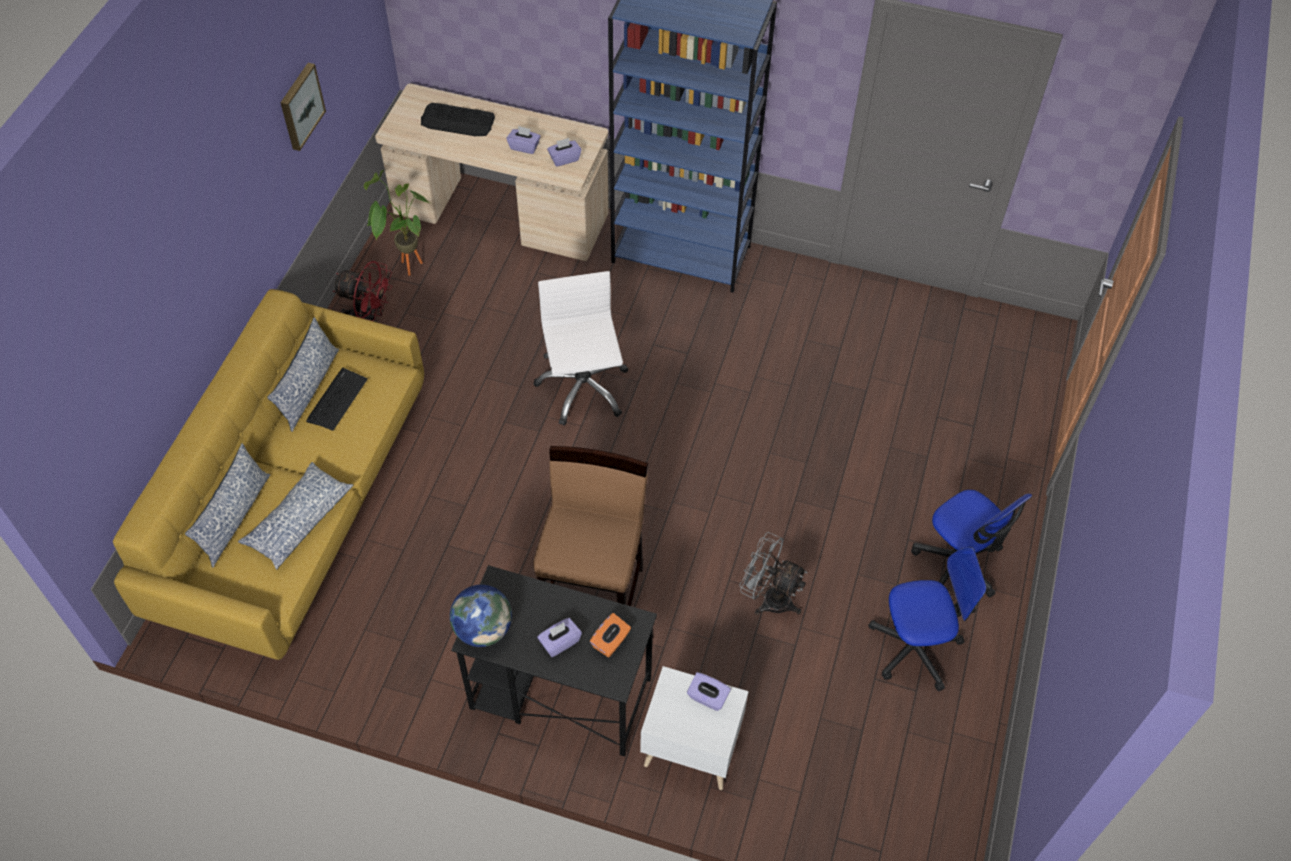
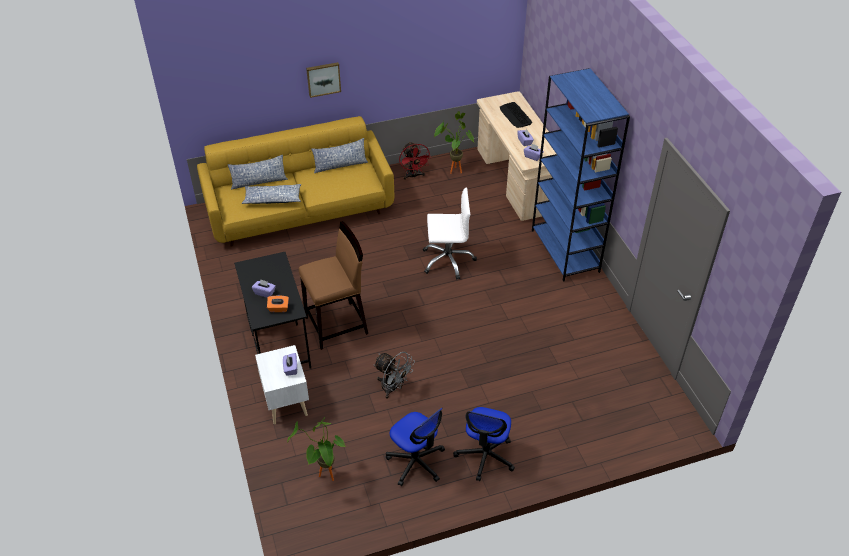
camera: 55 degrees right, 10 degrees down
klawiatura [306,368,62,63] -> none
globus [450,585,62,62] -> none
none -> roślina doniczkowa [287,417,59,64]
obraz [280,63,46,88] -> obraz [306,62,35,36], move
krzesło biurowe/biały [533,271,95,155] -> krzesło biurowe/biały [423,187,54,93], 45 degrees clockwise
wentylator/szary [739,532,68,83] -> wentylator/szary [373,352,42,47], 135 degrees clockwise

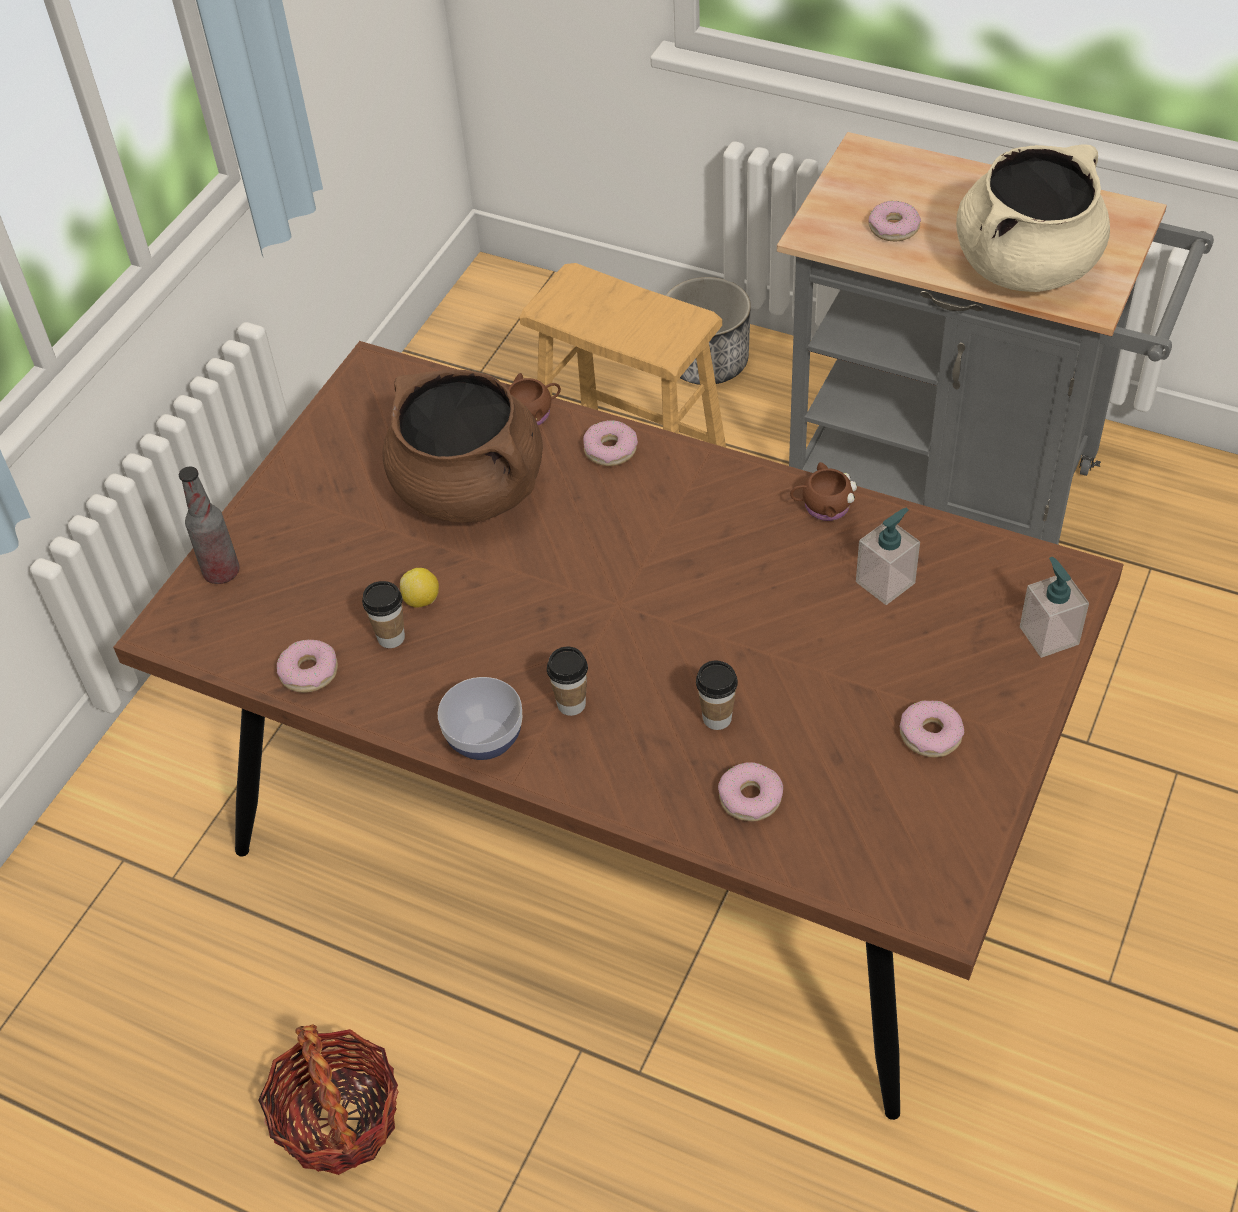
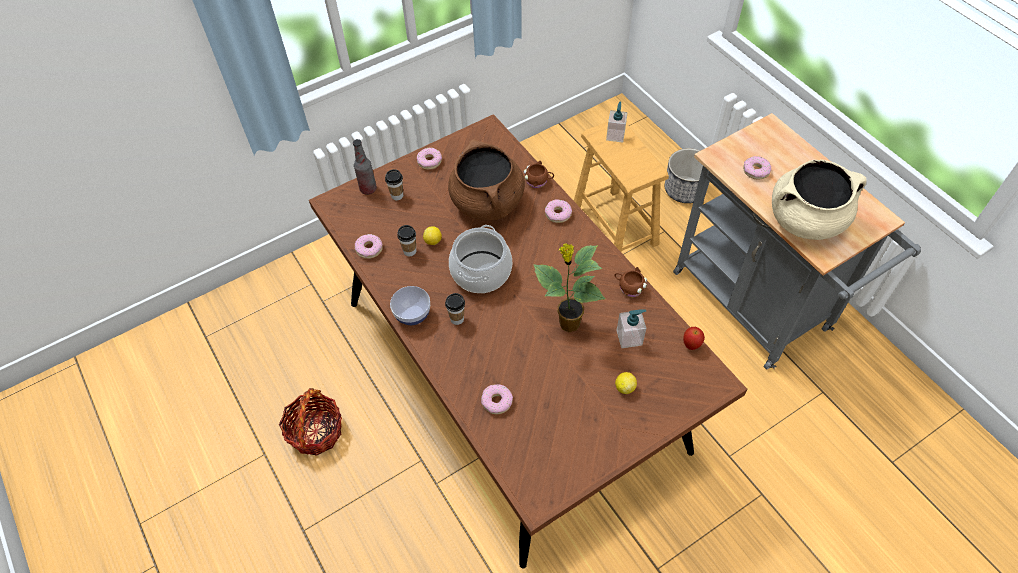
camera: 30 degrees right, 5 degrees up
none -> garnek [449,225,63,68]
none -> roślina doniczkowa [533,243,73,89]
none -> cytryna [615,372,22,22]
none -> jabłko [683,327,22,23]
filiżanka [696,661,42,69] -> filiżanka [385,169,18,31], move
donut [899,700,65,57] -> donut [417,148,25,22], move
dozownik mydła [1020,557,69,101] -> dozownik mydła [606,101,22,42], move

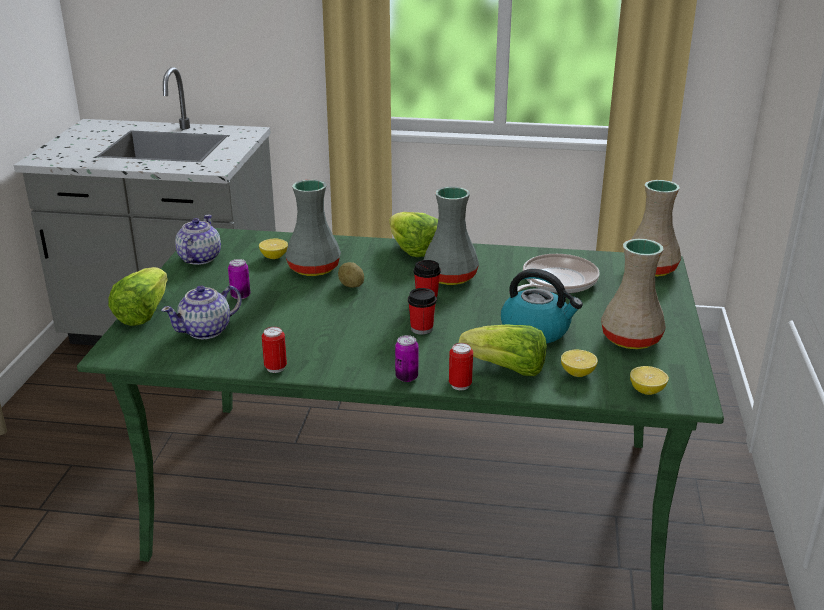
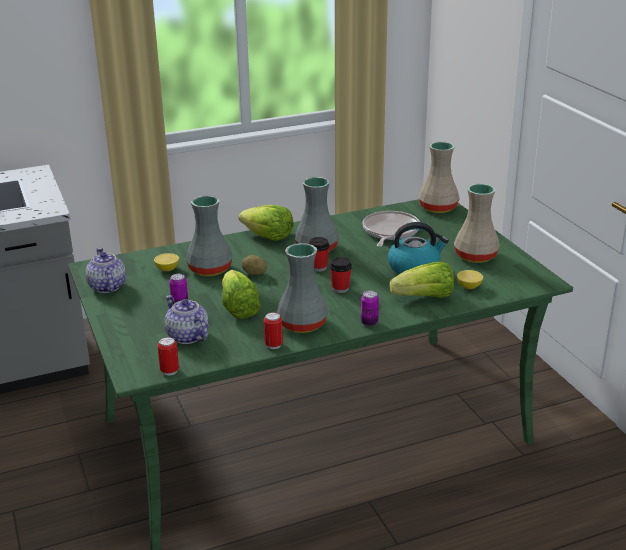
camera: 30 degrees left, 0 degrees up
cytryna [630,366,39,29] -> none
none -> wazon/szary [277,243,51,90]
sałata [108,267,60,59] -> sałata [222,270,38,49], move
puszka [449,343,24,47] -> puszka [158,337,21,39], move
imbryk [161,285,81,55] -> imbryk [165,295,44,49], 120 degrees clockwise

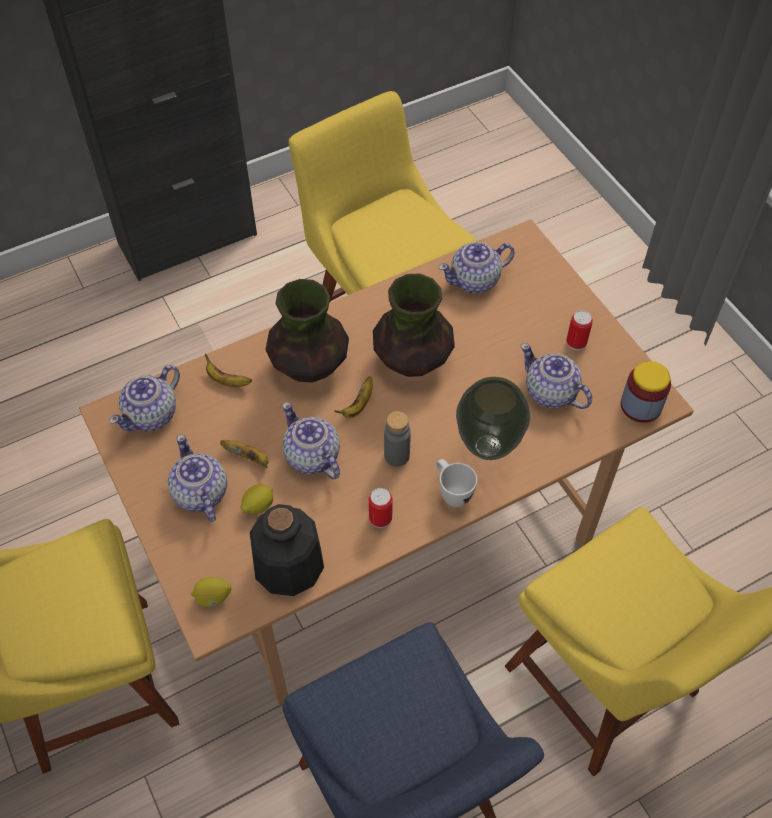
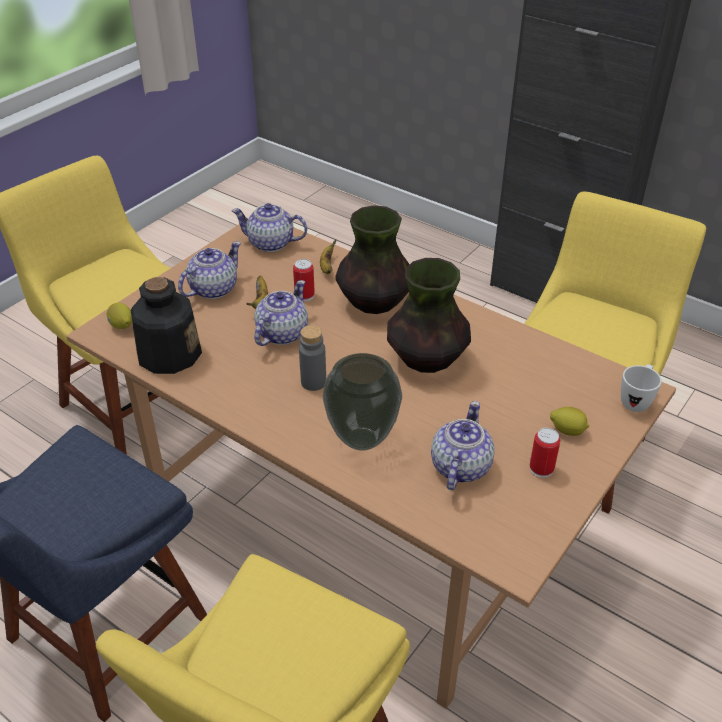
camera: 65 degrees right, 15 degrees down
banan [334,377,39,41] -> none
imbryk [438,242,77,51] -> none
słoik [621,361,50,61] -> none
cytryna [241,484,32,30] -> cytryna [550,407,39,29], move
puszka [369,488,24,40] -> puszka [293,259,22,43], move
kubek/biały [436,459,41,48] -> kubek/biały [621,364,41,48], move

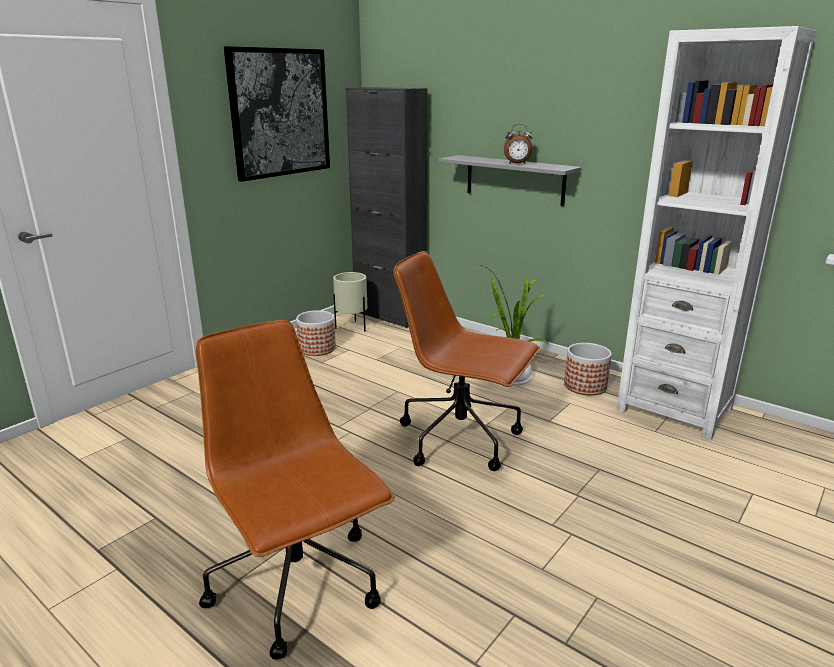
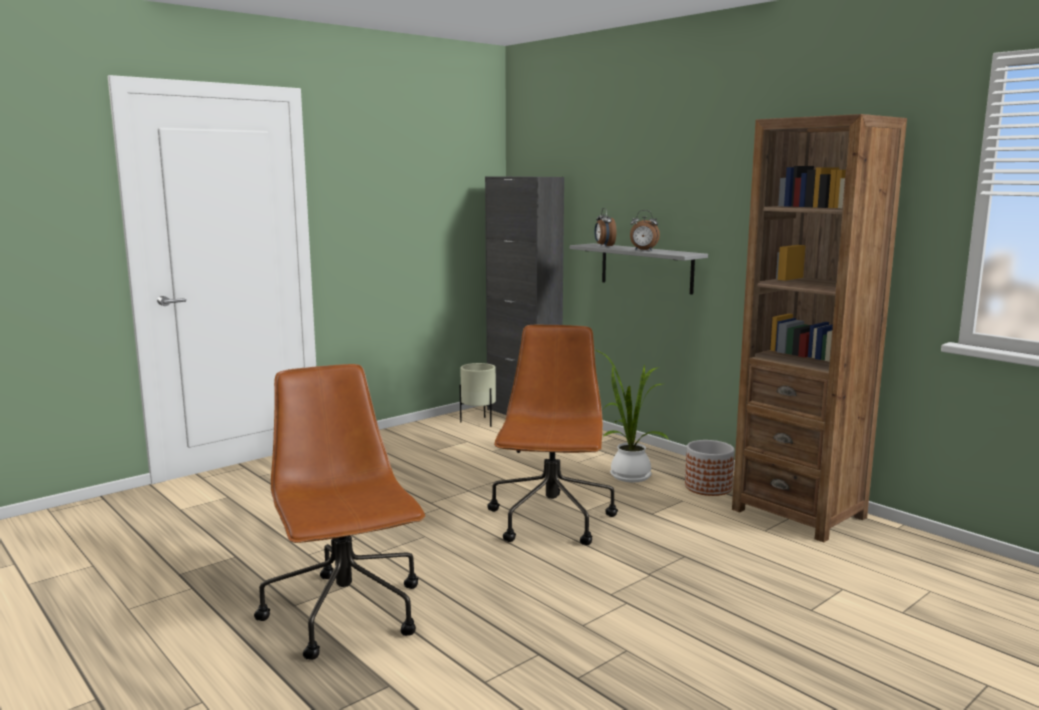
camera: 10 degrees right, 10 degrees down
obraz [224,46,106,136] -> none
donica [296,310,40,46] -> none
none -> budzik [594,208,23,38]
regał/biały [617,26,199,414] -> regał/brązowy [732,114,175,428]
krzesło biurowe/brązowy [393,251,147,220] -> krzesło biurowe/brązowy [487,325,131,220], 60 degrees clockwise

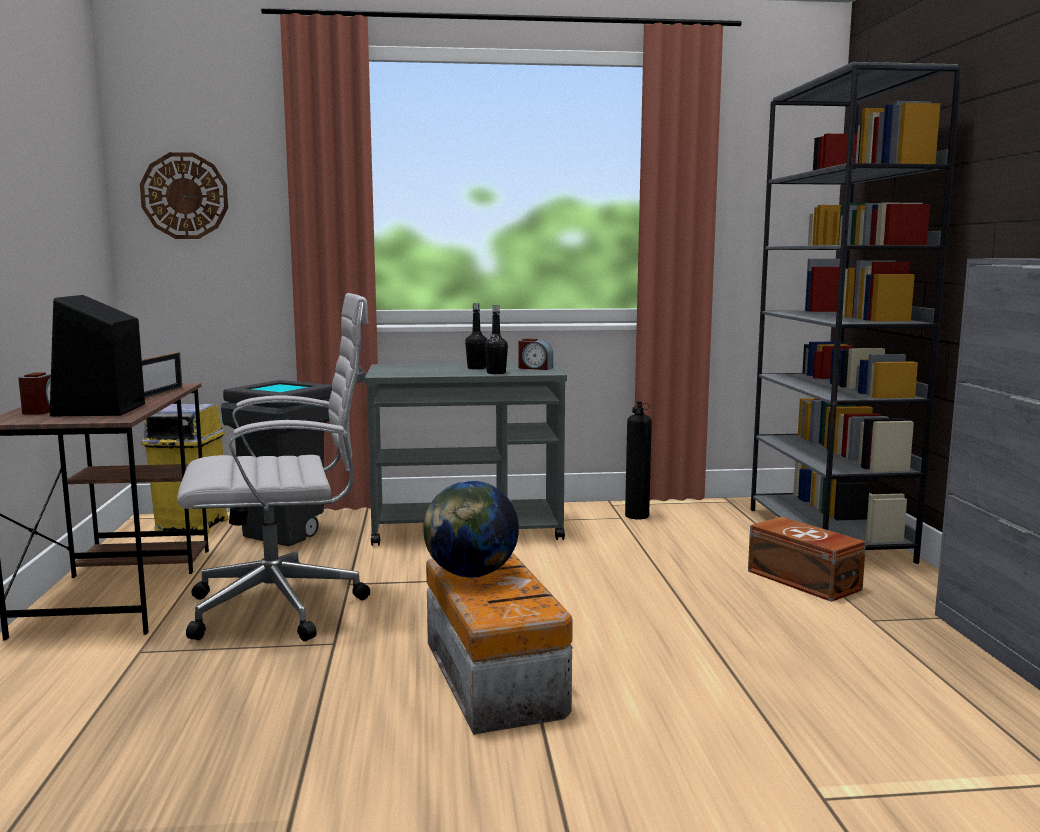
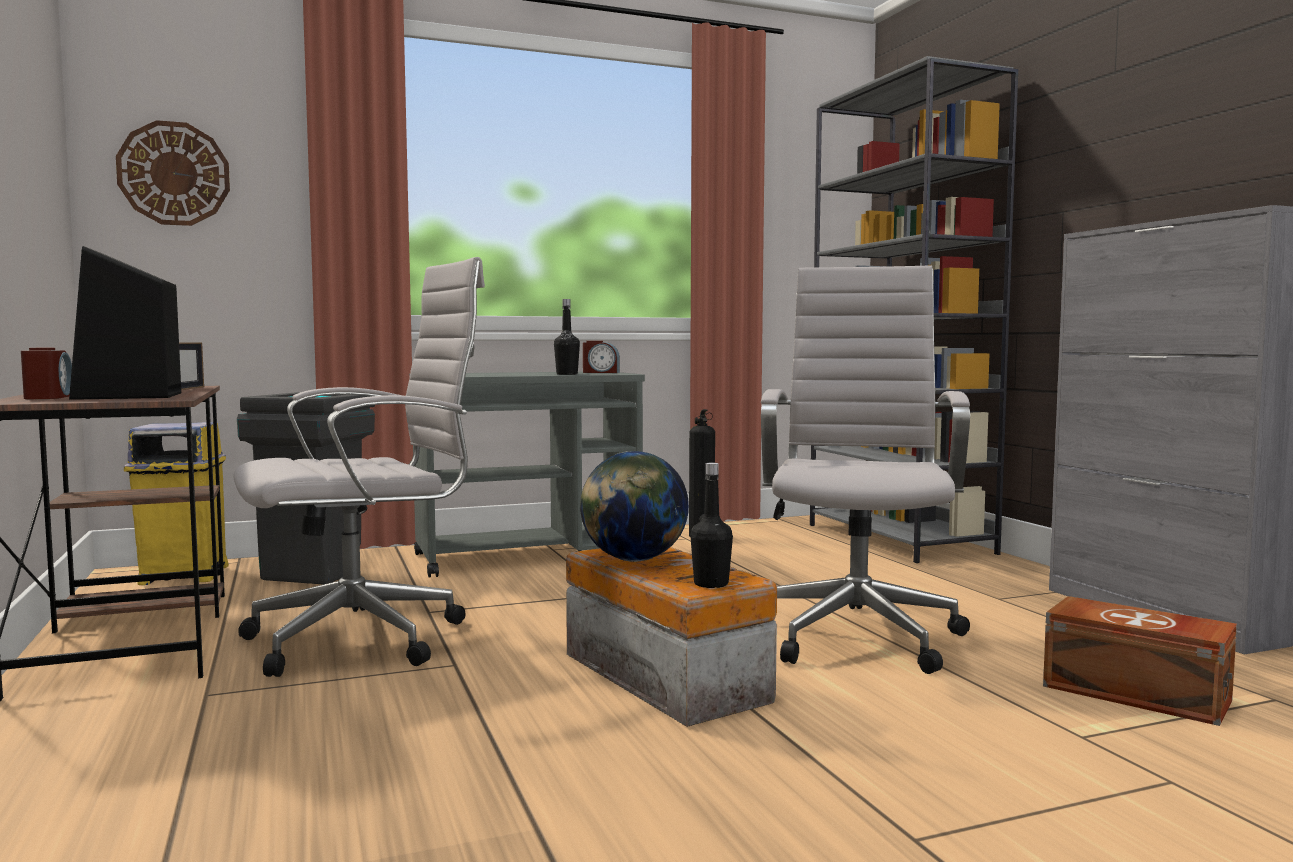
camera: 15 degrees left, 5 degrees down
none -> krzesło biurowe/biały [761,266,209,408]
butelka/czarny [465,303,22,67] -> butelka/czarny [690,463,43,125], move
pojemnik do przechowywania/brązowy [748,517,118,85] -> pojemnik do przechowywania/brązowy [1043,596,194,130], move

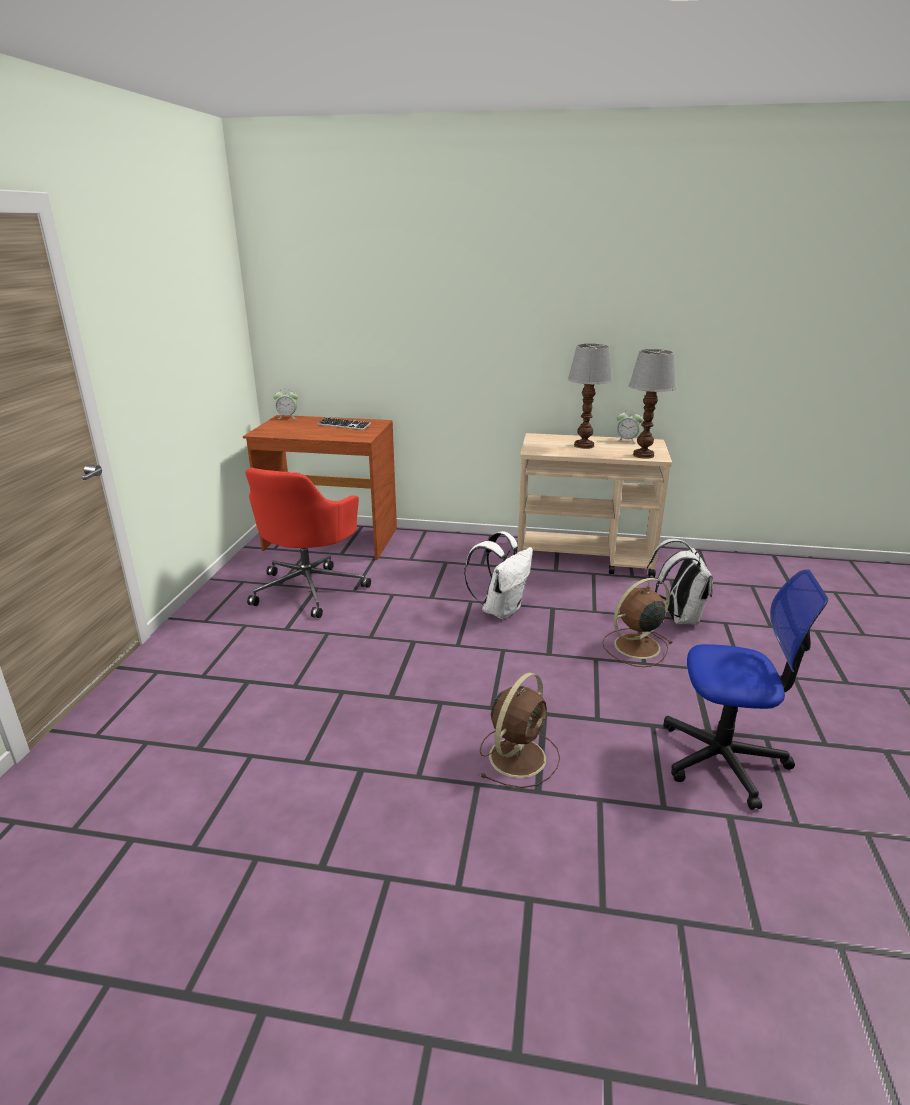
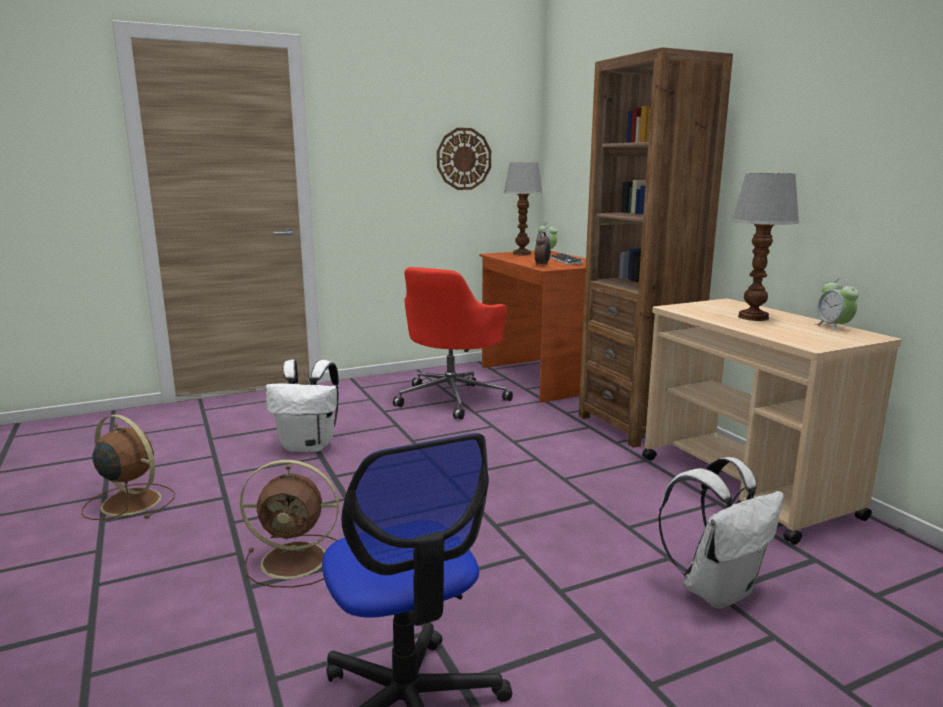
camera: 55 degrees right, 10 degrees down
none -> zegar ścienny [437,128,54,62]
none -> budzik [535,232,15,34]
none -> regał/brązowy [579,47,154,401]
plecak/biały [464,531,69,88] -> plecak/biały [266,360,73,92], move
wentylator/brązowy [602,578,70,89] -> wentylator/brązowy [81,414,94,106], move
lampa stołowa [629,349,47,110] -> lampa stołowa [504,162,39,94], move
krzesło biurowe/czerwony [245,468,126,150] -> krzesło biurowe/czerwony [393,267,120,153], 45 degrees counterclockwise

